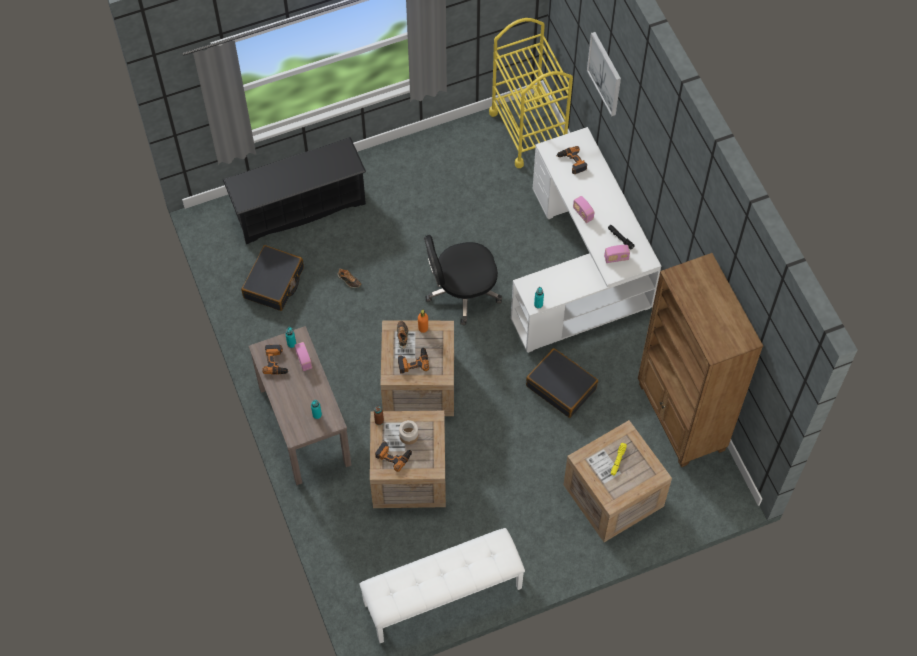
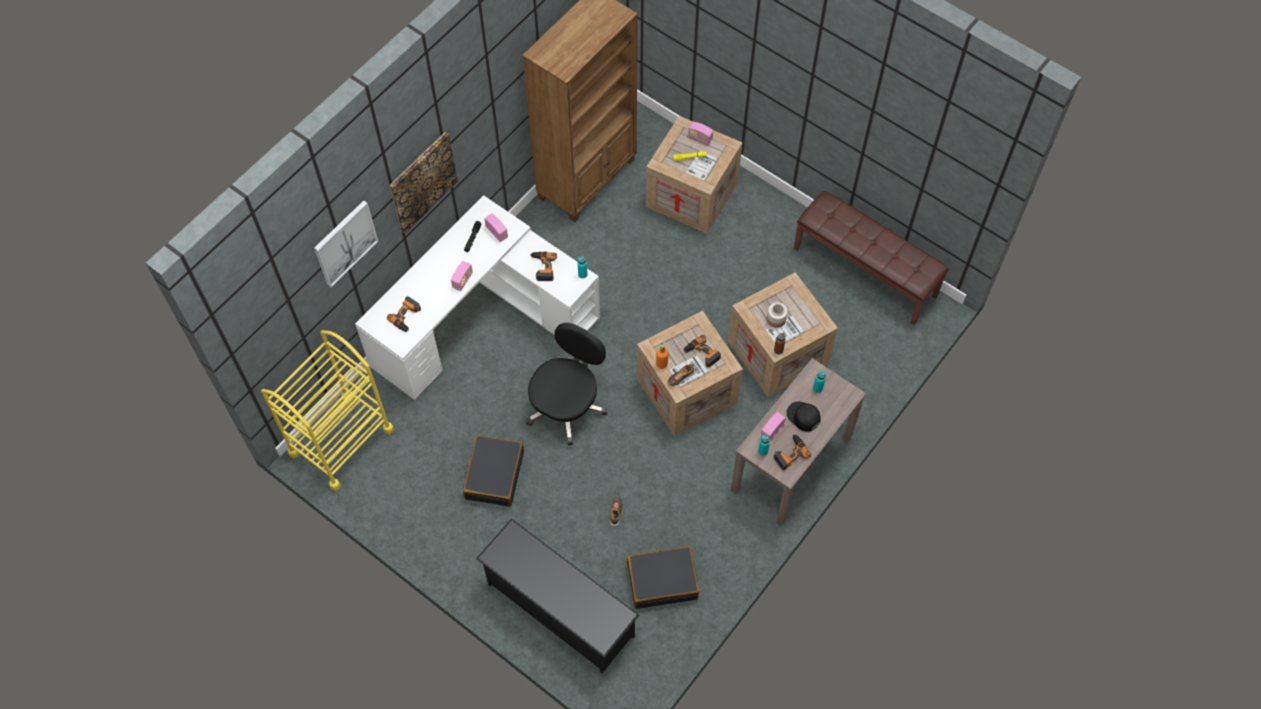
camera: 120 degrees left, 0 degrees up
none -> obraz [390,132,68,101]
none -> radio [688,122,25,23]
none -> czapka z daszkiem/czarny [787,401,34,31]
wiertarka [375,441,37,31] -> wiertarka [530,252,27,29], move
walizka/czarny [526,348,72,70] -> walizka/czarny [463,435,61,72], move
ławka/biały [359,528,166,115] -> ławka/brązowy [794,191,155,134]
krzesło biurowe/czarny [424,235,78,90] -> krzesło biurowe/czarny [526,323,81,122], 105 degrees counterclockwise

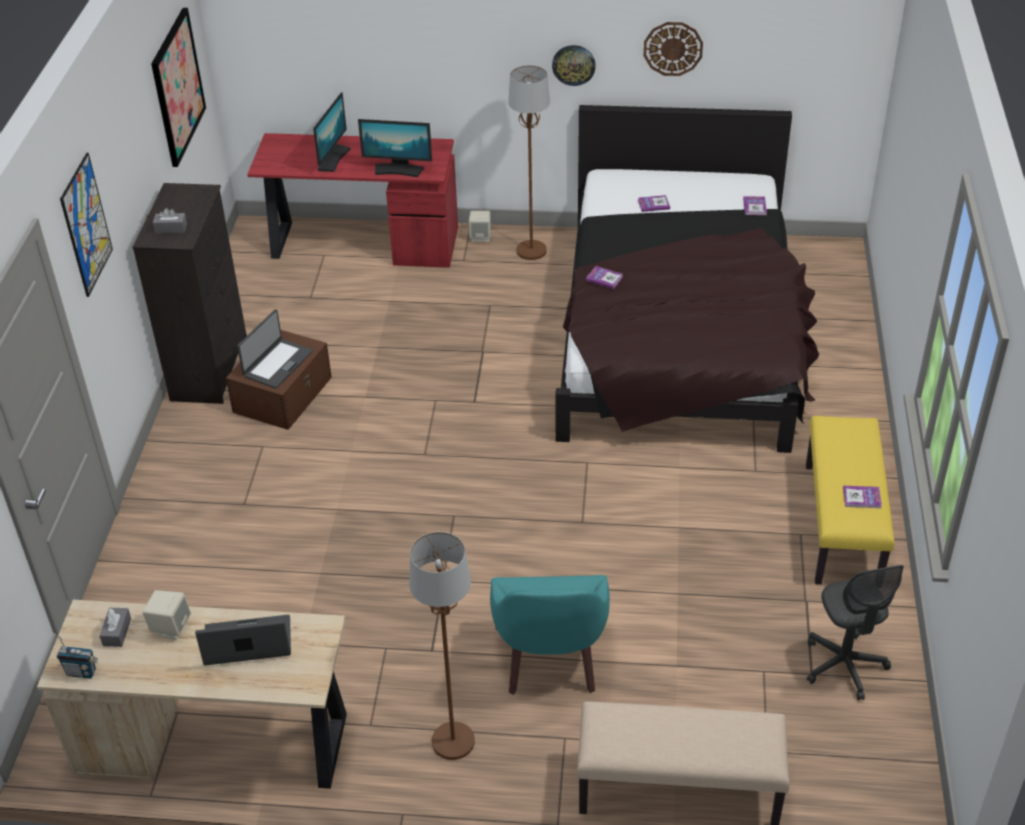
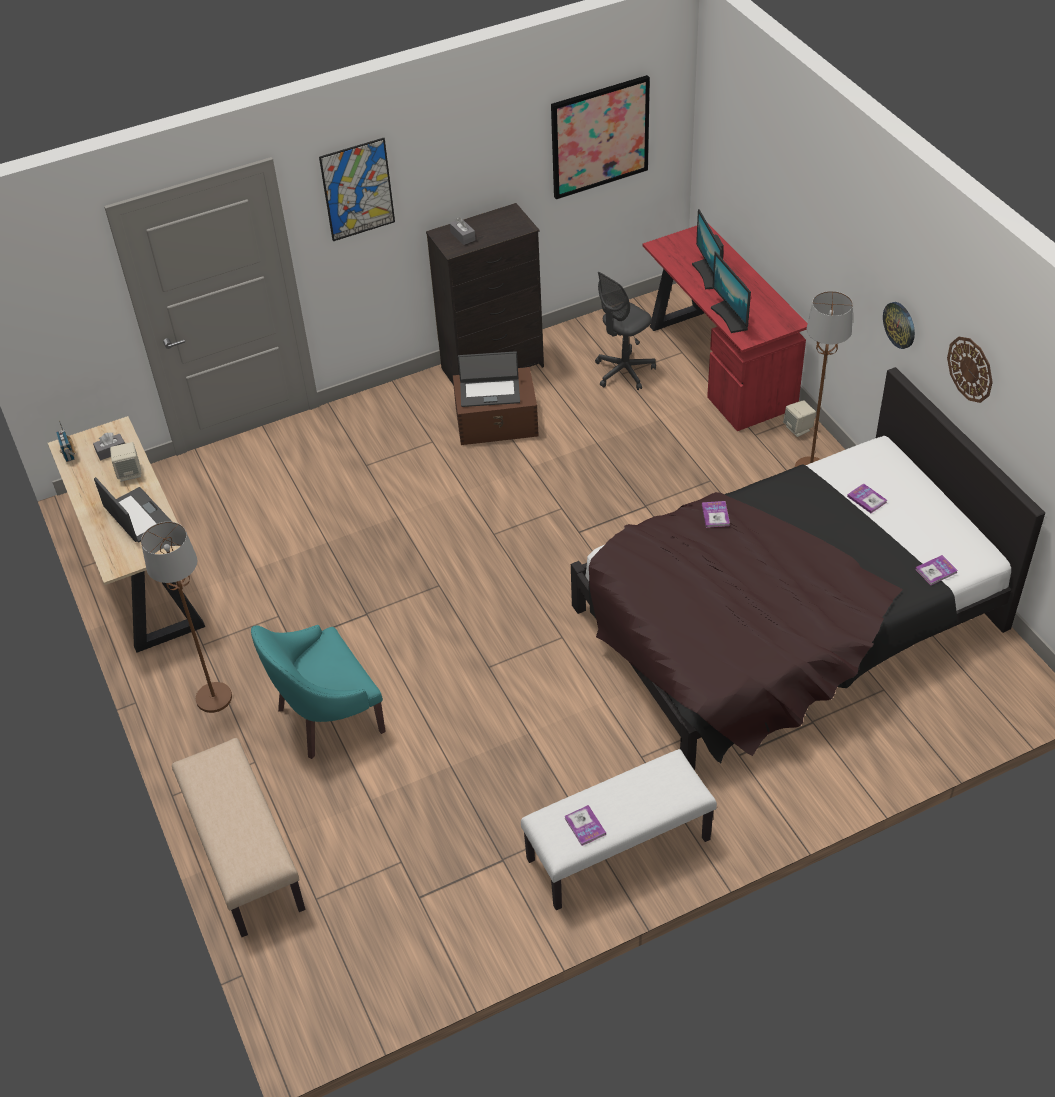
camera: 60 degrees right, 5 degrees up
krzesło biurowe/szary [807,565,97,136] -> krzesło biurowe/szary [595,272,61,118], move
ławka/żółty [806,416,89,169] -> ławka/biały [521,749,196,161]
monitor [313,92,38,80] -> monitor [692,209,32,80], 90 degrees clockwise

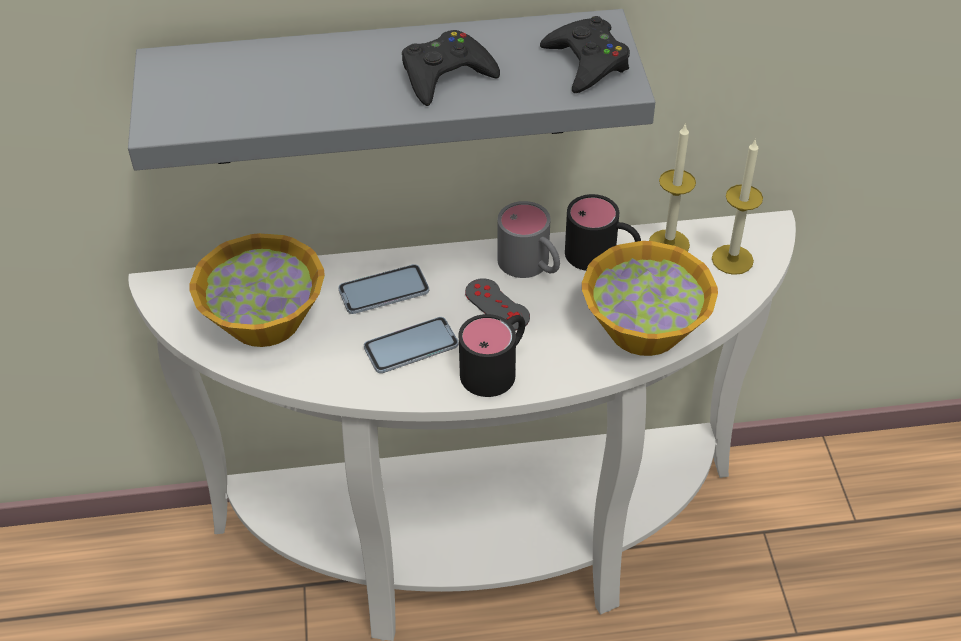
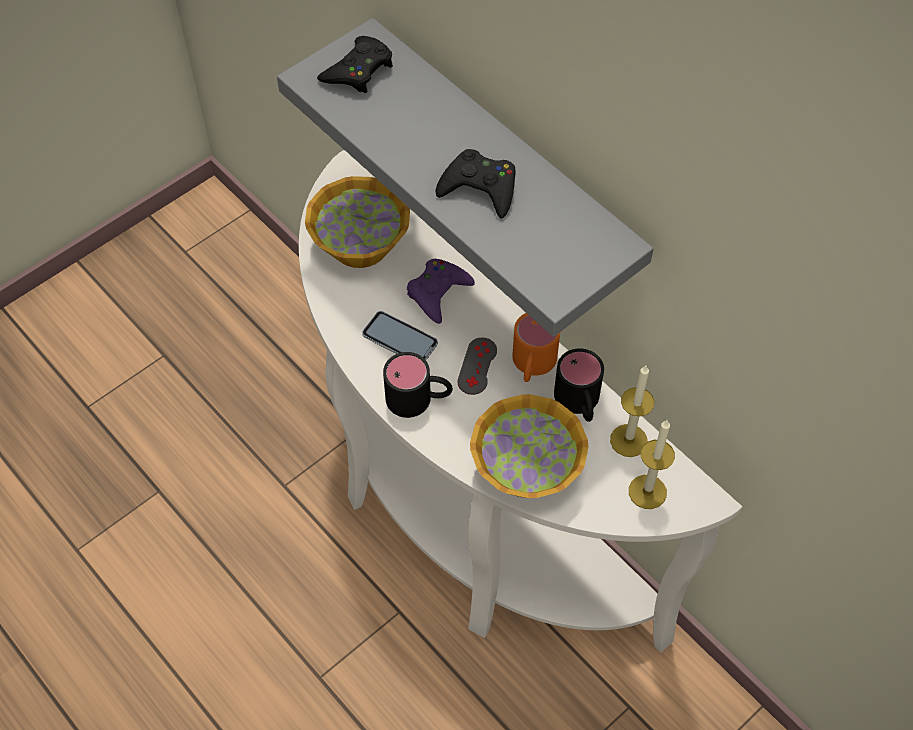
camera: 55 degrees right, 10 degrees up
pad do gier/czarny [540,16,90,77] -> pad do gier/czarny [317,36,76,57], move
telefon [338,264,91,50] -> pad do gier/fioletowy [407,259,68,65]
kubek/szary [498,201,62,77] -> kubek/pomarańczowy [512,313,48,69]

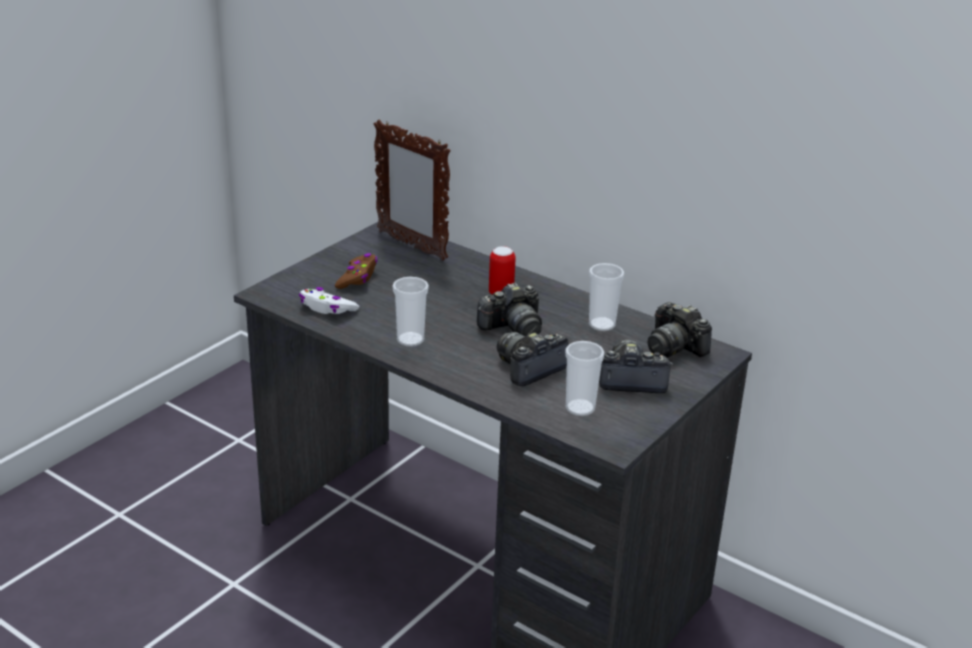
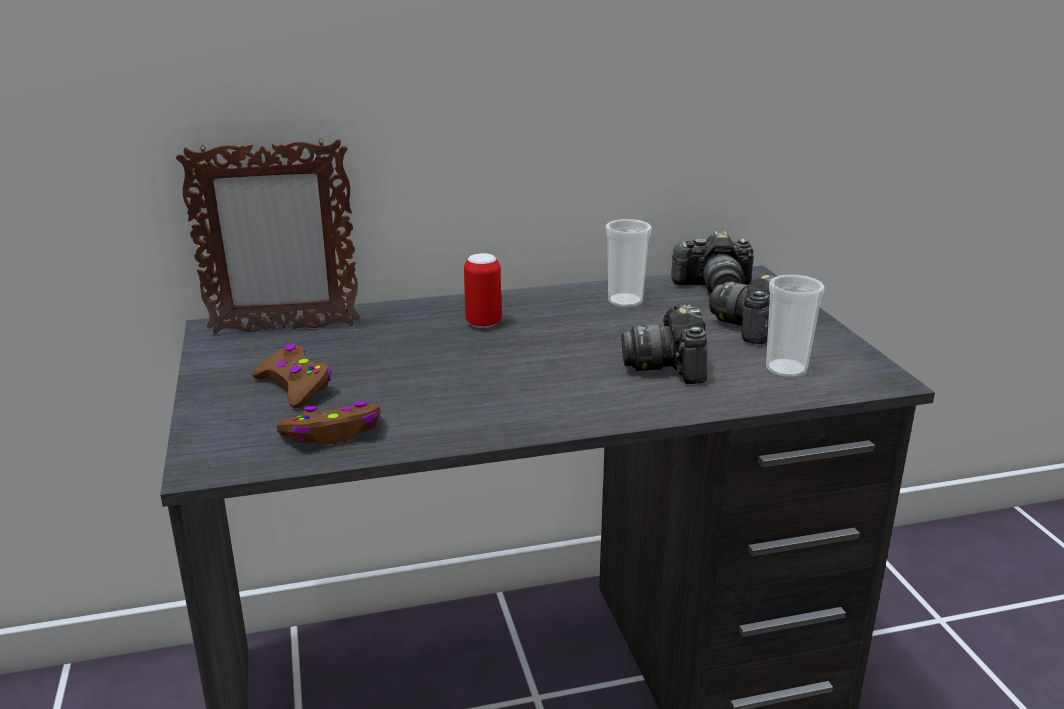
camera: 50 degrees left, 5 degrees down
filiżanka [392,277,37,70] -> none
aparat fotograficzny [477,282,65,54] -> none
pad do gier/biały [299,287,60,27] -> pad do gier/brązowy [276,401,105,44]

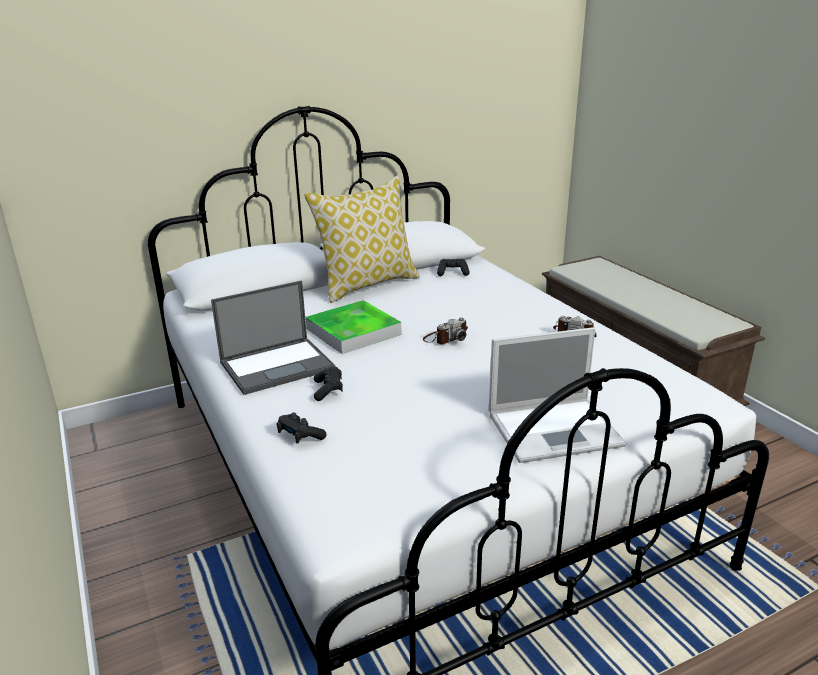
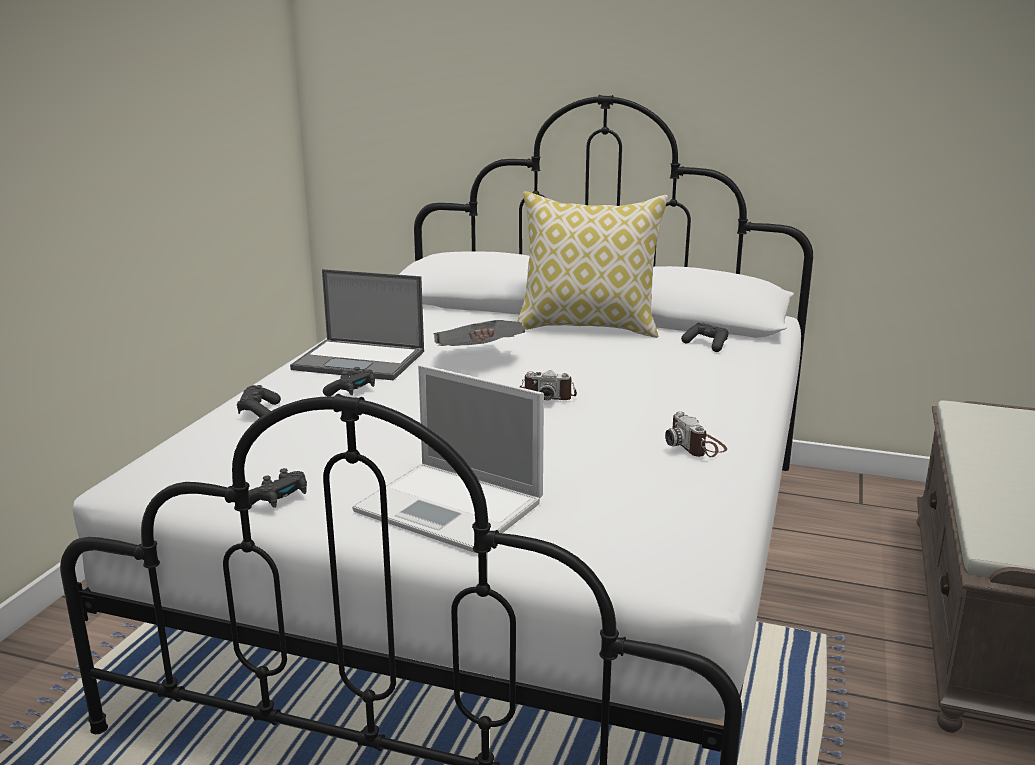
camera: 45 degrees right, 5 degrees down
none -> pad do gier/czarny [249,468,58,40]
taca [306,300,95,54] -> gazeta [433,320,92,26]

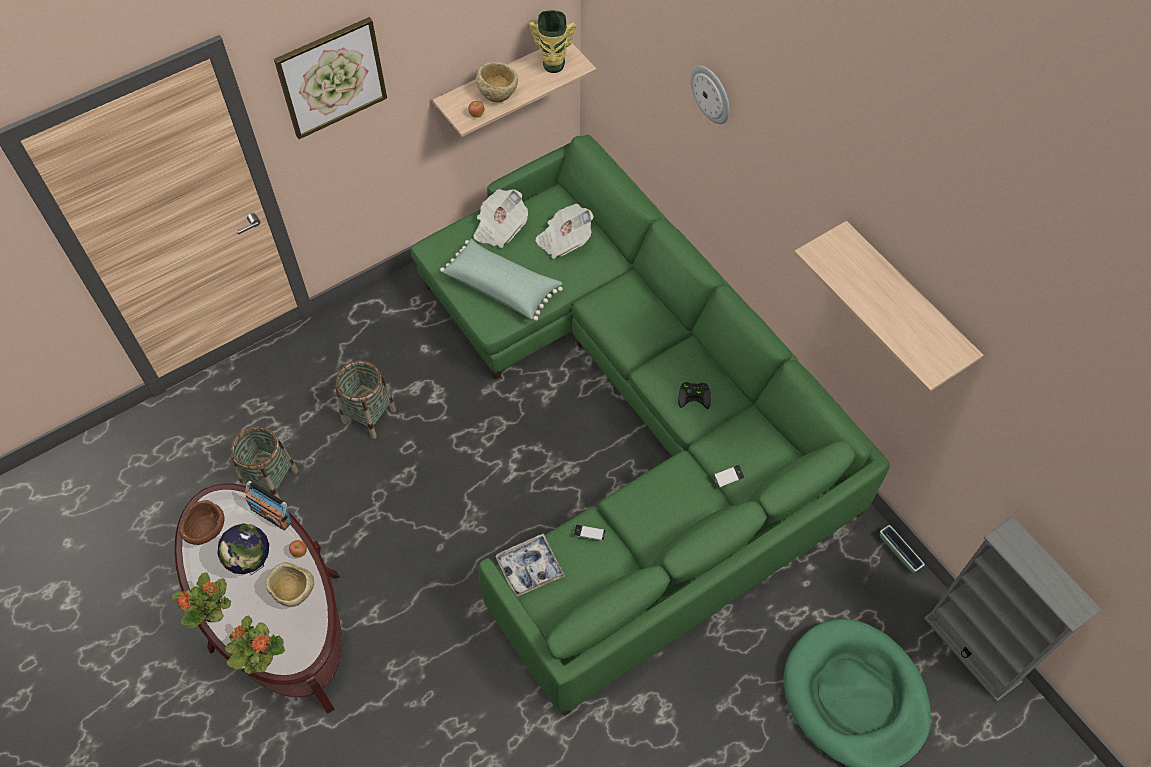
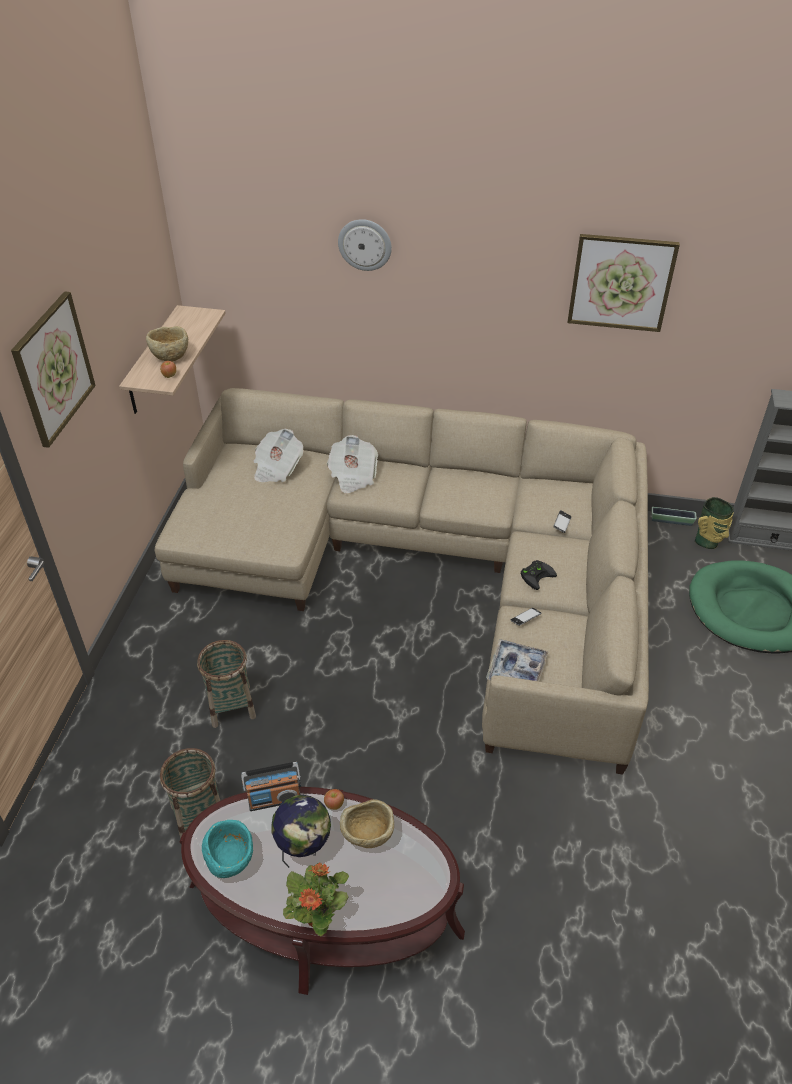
camera: 45 degrees left, 15 degrees down
roślina doniczkowa [225,616,60,58] -> none
poduszka/zielony [440,239,123,82] -> none
gazeta [474,189,54,59] -> gazeta [327,435,51,59], move
wazon [529,10,47,63] -> wazon [695,497,39,52], move
pad do gier/czarny [678,382,33,27] -> pad do gier/czarny [520,560,37,30], move
półka [794,221,190,171] -> obraz [567,234,113,98]
miska/brązowy [179,500,45,45] -> miska/turkusowy [202,820,51,58]
kanapa/zielony [410,135,480,581] -> kanapa/beżowy [154,388,495,387]

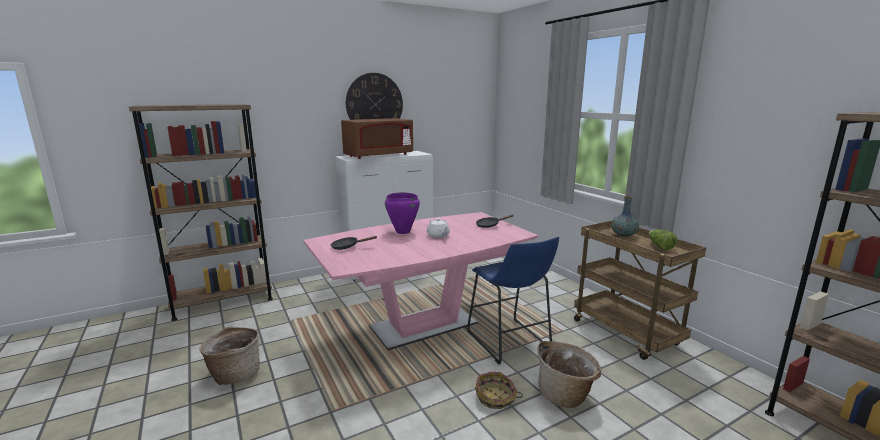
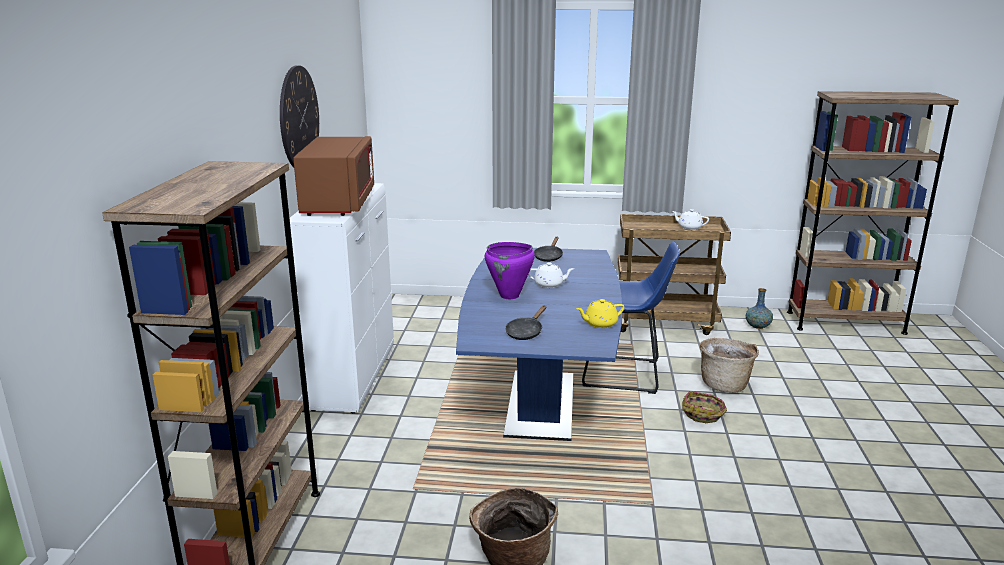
camera: 55 degrees left, 5 degrees up
none -> imbryk/żółty [576,299,48,29]
wazon [611,196,28,41] -> wazon [746,288,27,41], move
sałata [649,229,28,21] -> imbryk/biały [672,209,37,21]
stół jadalny/różowy [303,212,235,138] -> stół jadalny/niebieski [456,248,166,193]

